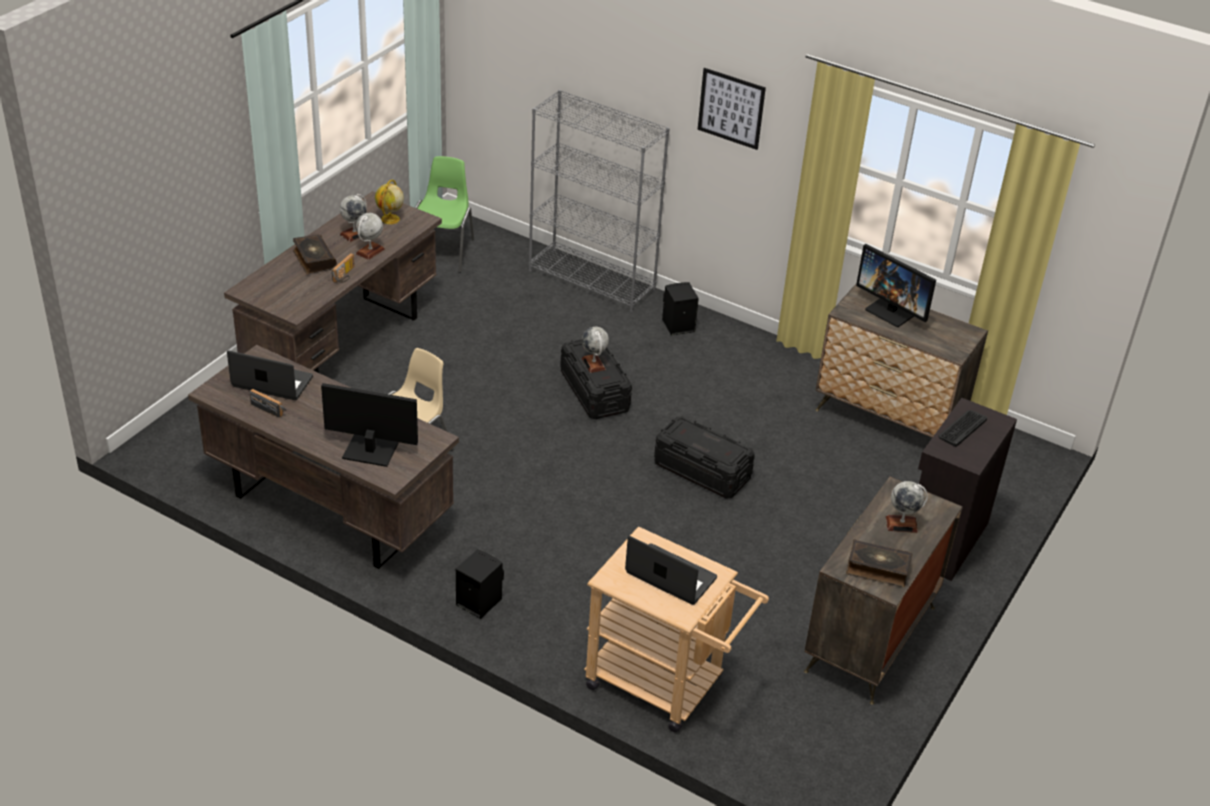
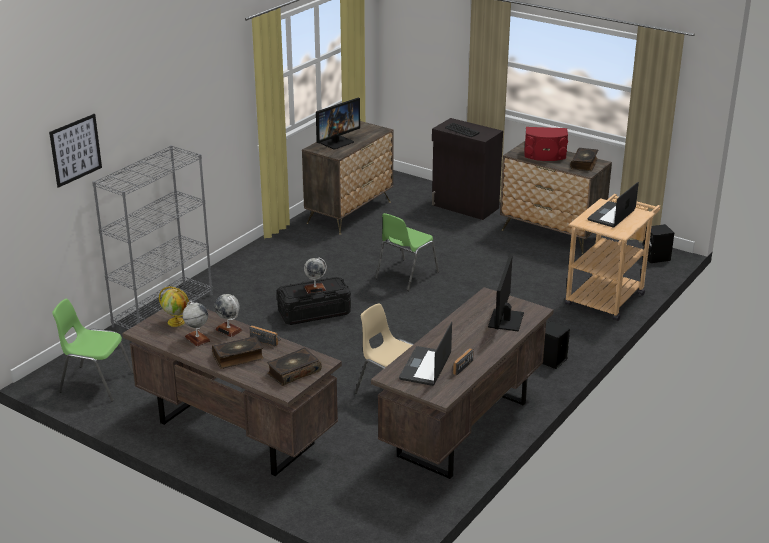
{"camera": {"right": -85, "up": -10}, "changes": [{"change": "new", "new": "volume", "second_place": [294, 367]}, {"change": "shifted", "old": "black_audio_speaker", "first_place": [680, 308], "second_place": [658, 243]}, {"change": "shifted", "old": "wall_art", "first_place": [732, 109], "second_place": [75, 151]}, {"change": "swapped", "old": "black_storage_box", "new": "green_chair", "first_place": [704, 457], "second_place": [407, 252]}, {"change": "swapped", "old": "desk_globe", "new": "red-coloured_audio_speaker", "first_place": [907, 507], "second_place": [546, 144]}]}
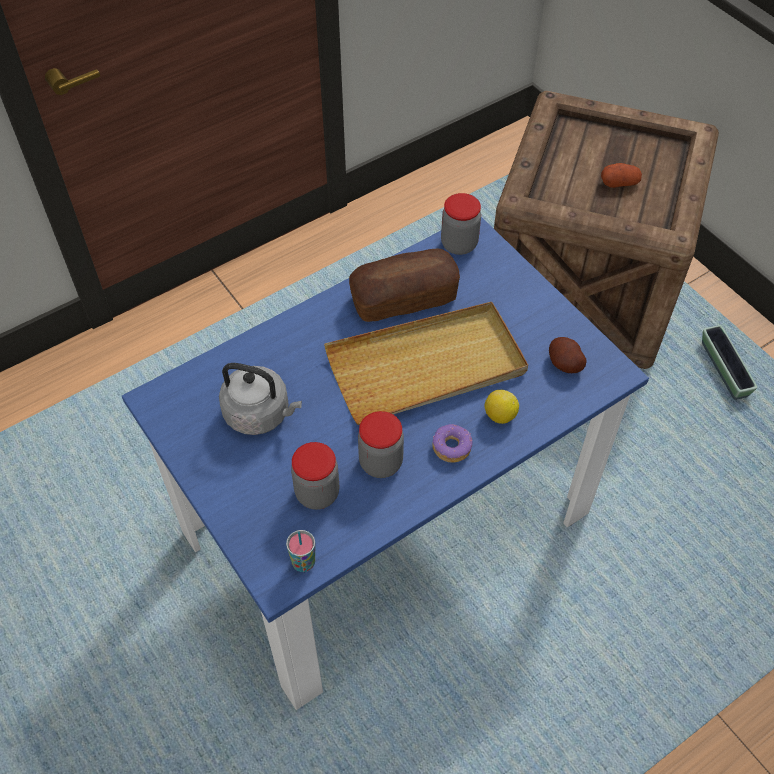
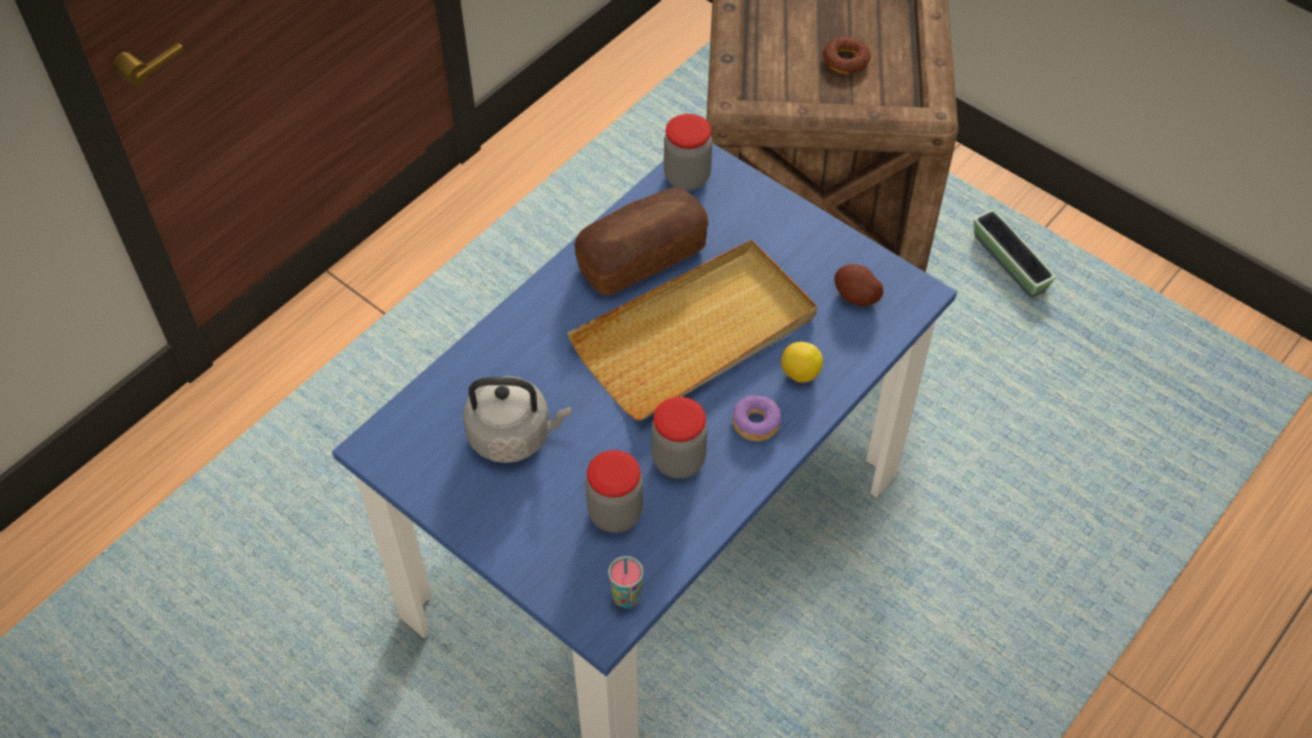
{"camera": {"right": -15, "up": 0}, "changes": [{"change": "swapped", "old": "spud", "new": "doughnut", "first_place": [621, 175], "second_place": [847, 55]}]}
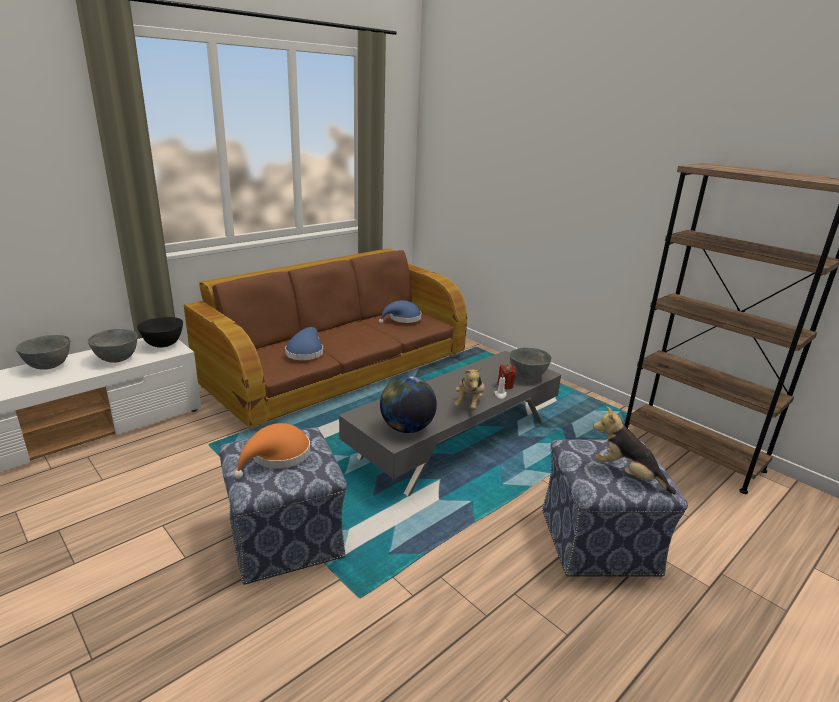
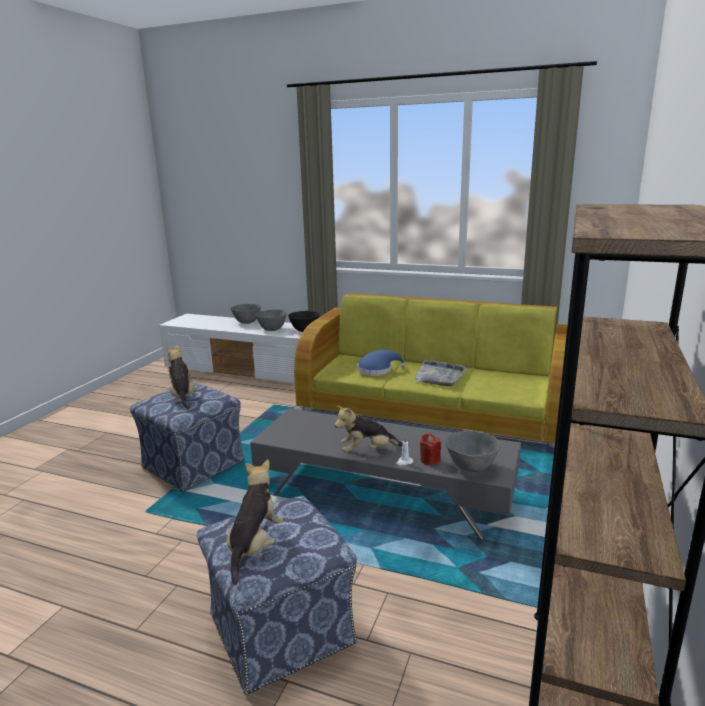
{"camera": {"right": 65, "up": -5}, "changes": [{"change": "gone", "old": "blue_wearable_hat", "first_place": [400, 312]}, {"change": "gone", "old": "desk_globe", "first_place": [408, 404]}, {"change": "new", "new": "grey_carrying_tray", "second_place": [440, 373]}, {"change": "swapped", "old": "orange-coloured_wearable_hat", "new": "soft_toy", "first_place": [272, 451], "second_place": [182, 377]}, {"change": "repainted", "old": "brownish_settee", "new": "green_settee", "first_place": [325, 339], "second_place": [430, 370]}]}
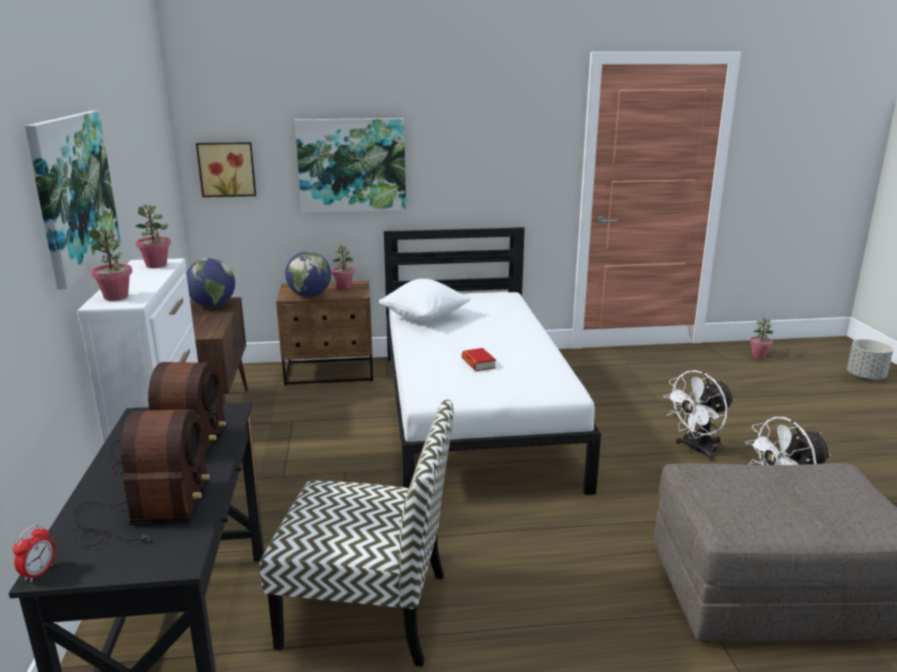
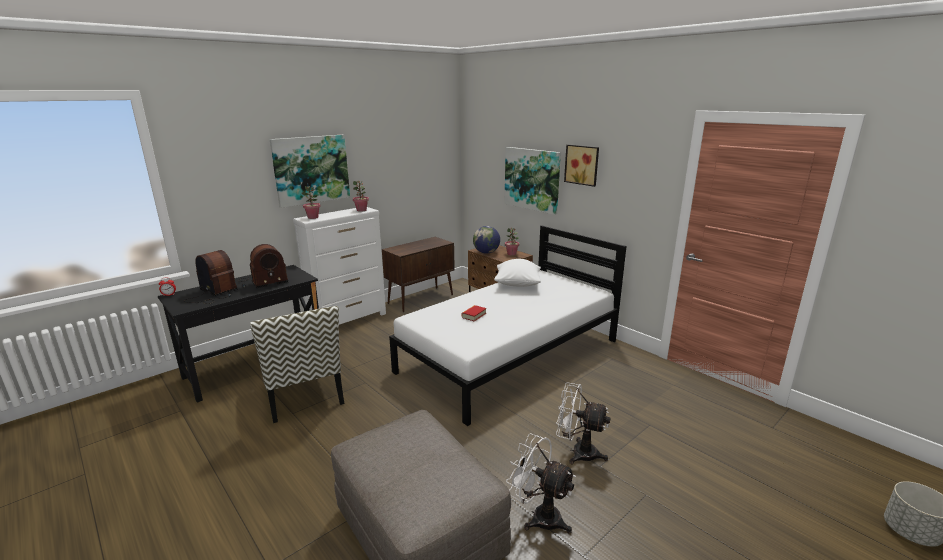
{"camera": {"right": 55, "up": 0}, "changes": [{"change": "gone", "old": "desk_globe", "first_place": [210, 282]}, {"change": "gone", "old": "plant_in_a_pot", "first_place": [762, 338]}, {"change": "shifted", "old": "wall_art", "first_place": [226, 169], "second_place": [581, 166]}, {"change": "rotated", "old": "radio_receiver", "first_place": [141, 477], "second_place": [211, 277], "degrees": -105}]}
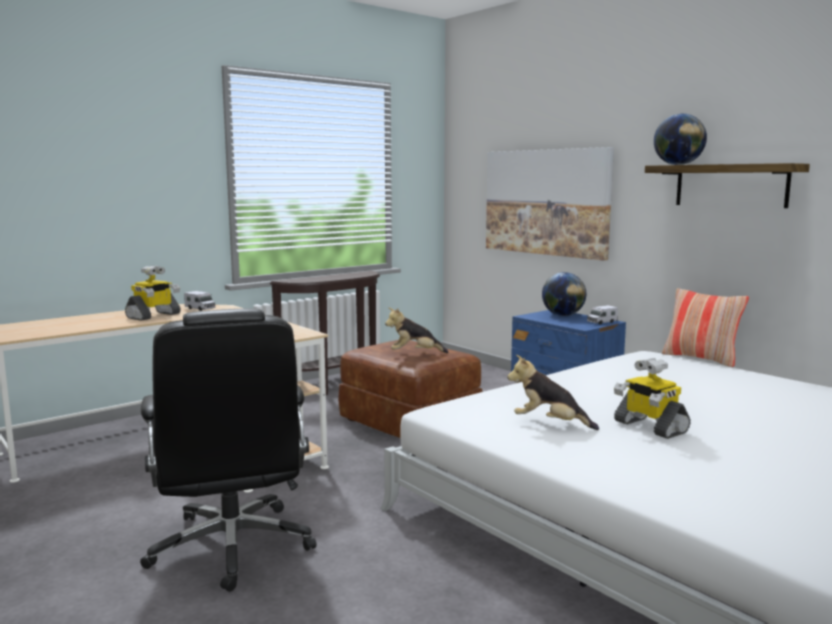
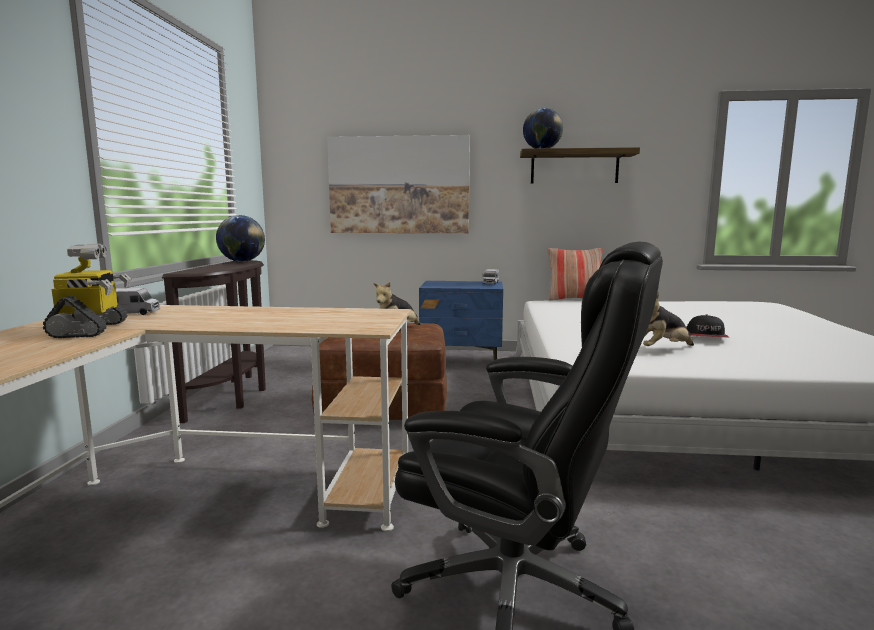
{"camera": {"right": -45, "up": 0}, "changes": [{"change": "shifted", "old": "desk_globe", "first_place": [564, 294], "second_place": [240, 238]}, {"change": "swapped", "old": "toy_robot", "new": "cap", "first_place": [652, 398], "second_place": [707, 326]}]}
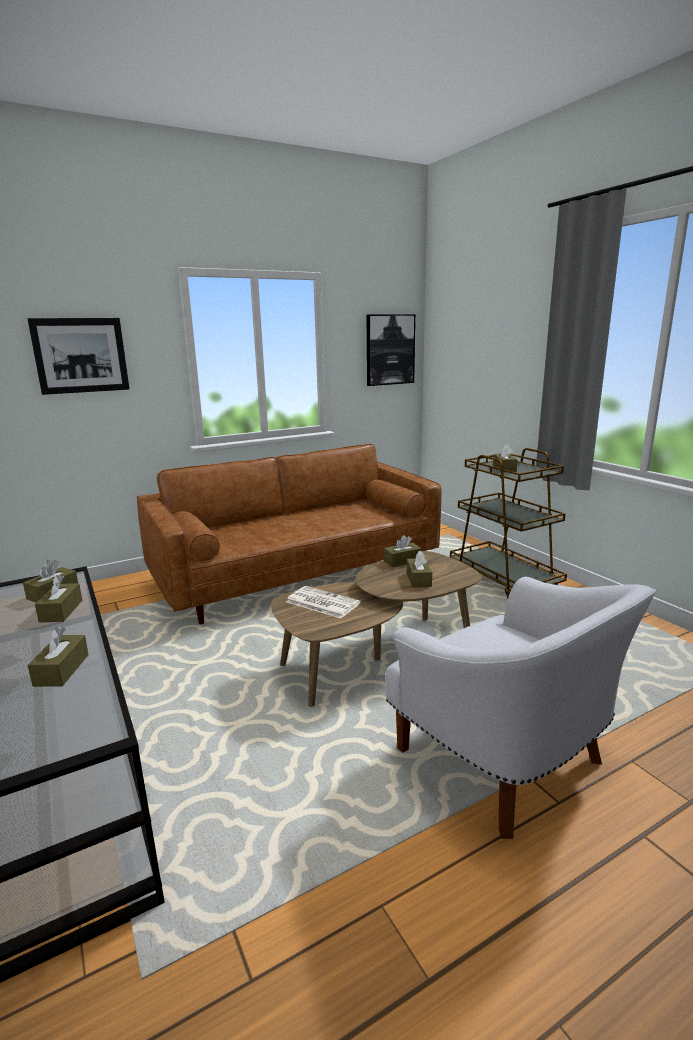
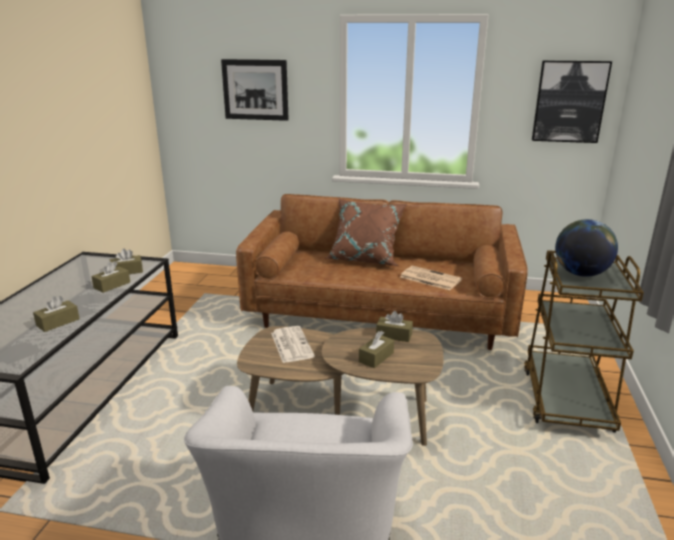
{"camera": {"right": 40, "up": 5}, "changes": [{"change": "new", "new": "brownish_cushion", "second_place": [366, 232]}, {"change": "new", "new": "printed_paper", "second_place": [431, 278]}, {"change": "swapped", "old": "brownish_tissue_box", "new": "desk_globe", "first_place": [505, 458], "second_place": [586, 248]}]}
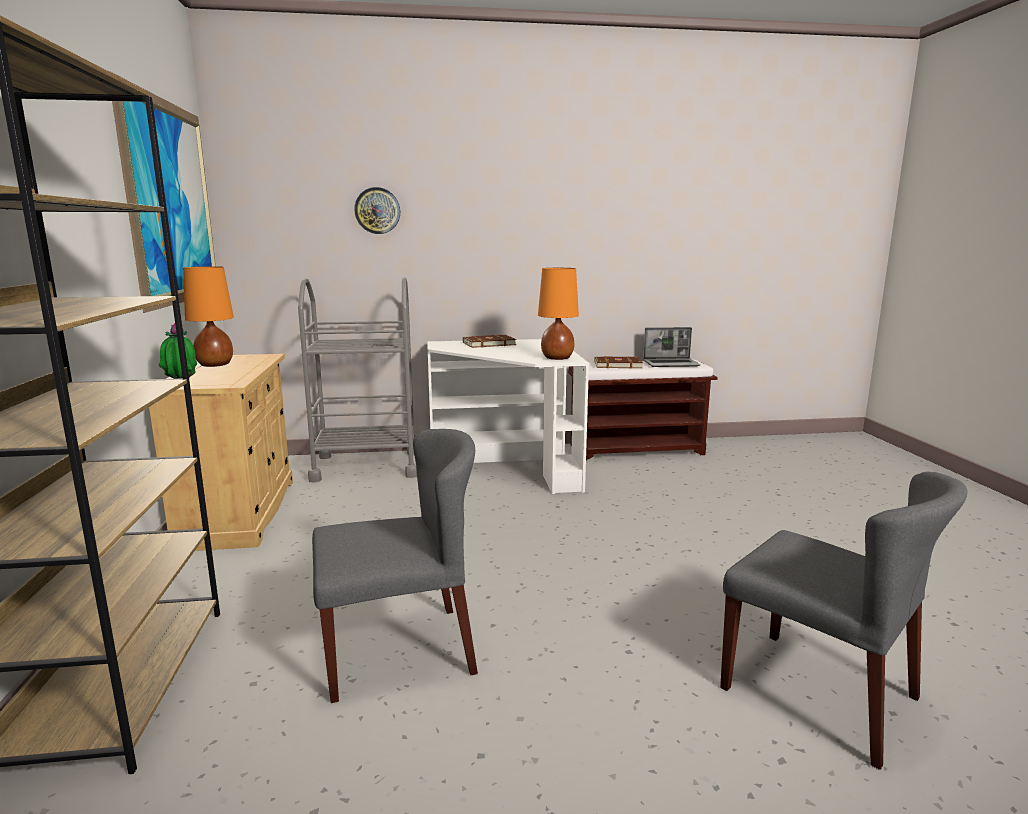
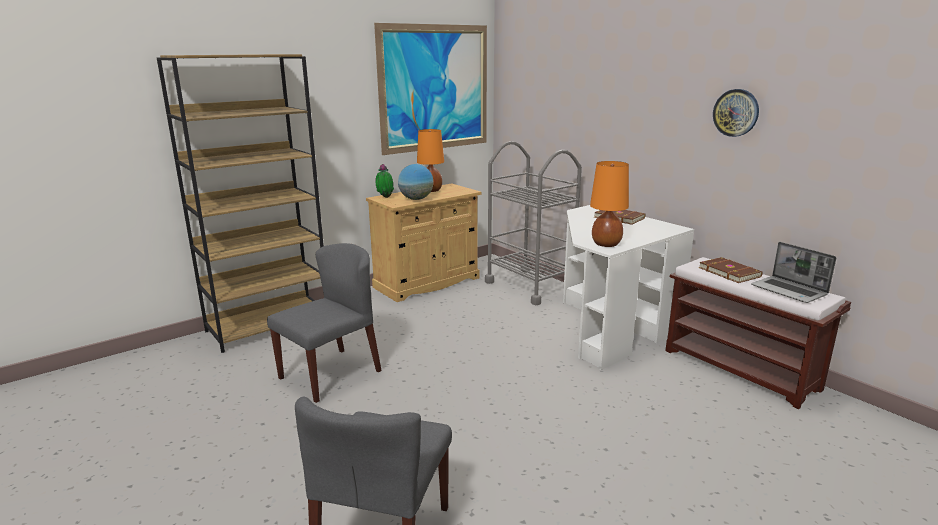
{"camera": {"right": 60, "up": 5}, "changes": [{"change": "new", "new": "desk_globe", "second_place": [415, 182]}, {"change": "shifted", "old": "hanging_clock", "first_place": [377, 210], "second_place": [736, 113]}, {"change": "rotated", "old": "grey_chair", "first_place": [395, 566], "second_place": [324, 323], "degrees": -90}]}
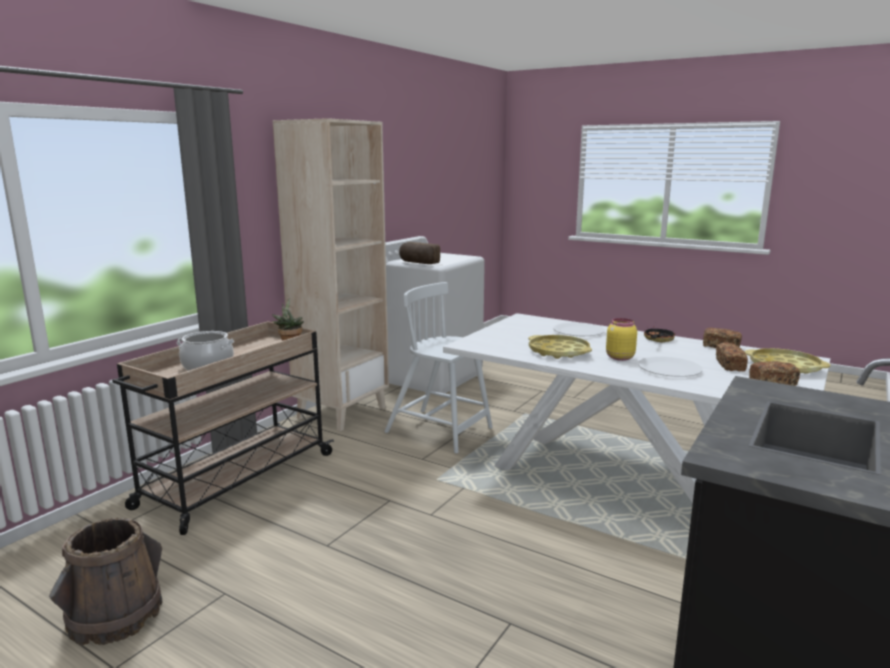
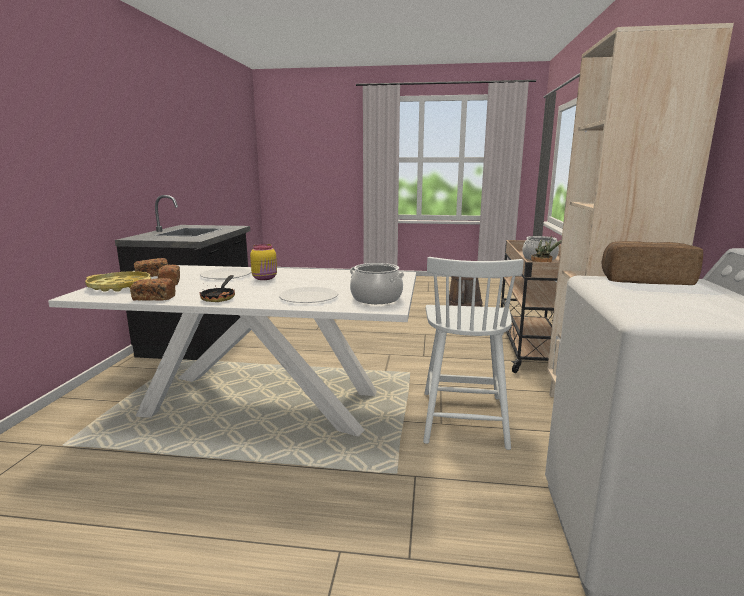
{"camera": {"right": 155, "up": 0}, "changes": [{"change": "gone", "old": "yellow-coloured_carrying_tray", "first_place": [560, 347]}, {"change": "new", "new": "saucepot", "second_place": [377, 283]}, {"change": "rotated", "old": "white_chair", "first_place": [438, 368], "second_place": [473, 353], "degrees": 90}]}
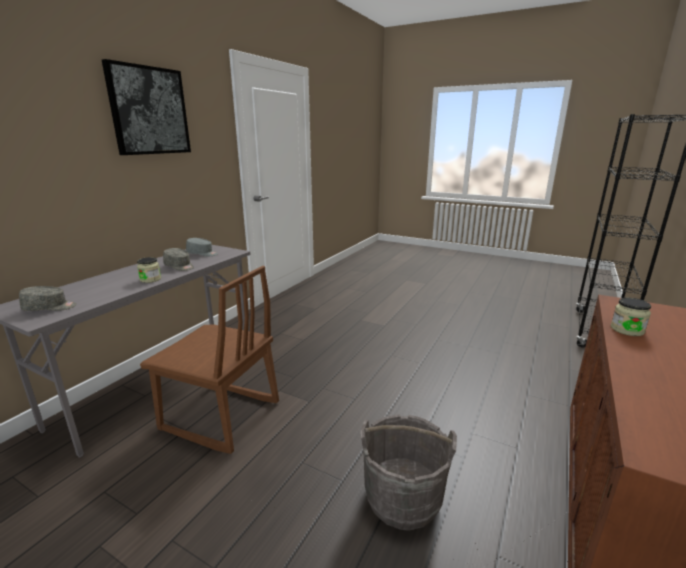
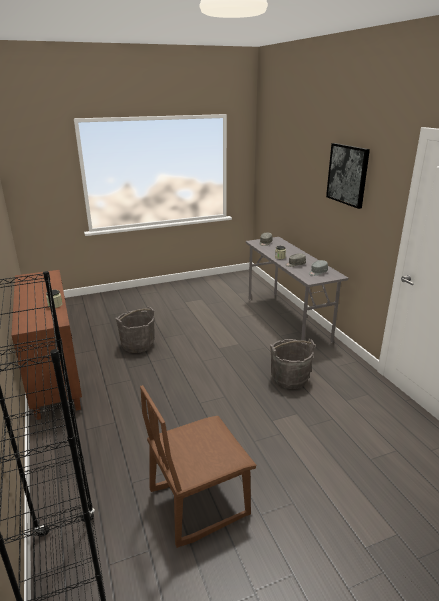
{"camera": {"right": 130, "up": 5}, "changes": [{"change": "new", "new": "grey_pail", "second_place": [292, 364]}, {"change": "shifted", "old": "brownish_chair", "first_place": [209, 360], "second_place": [198, 466]}]}
